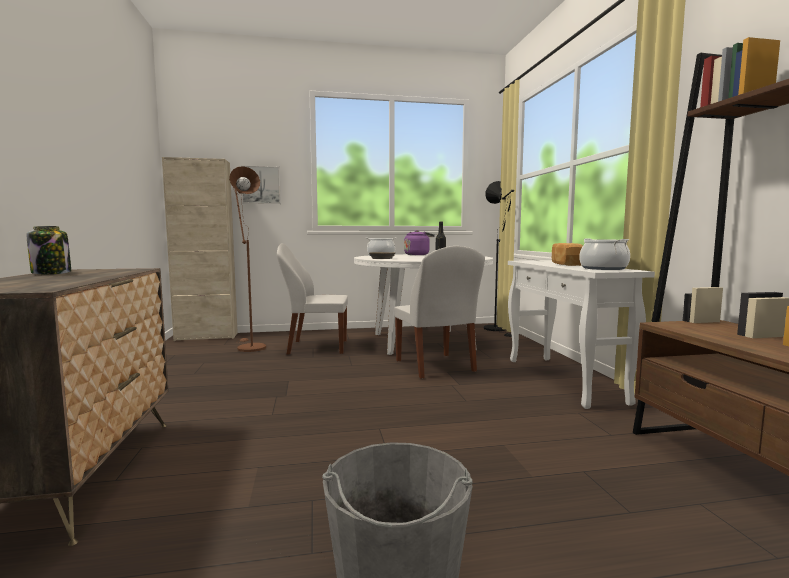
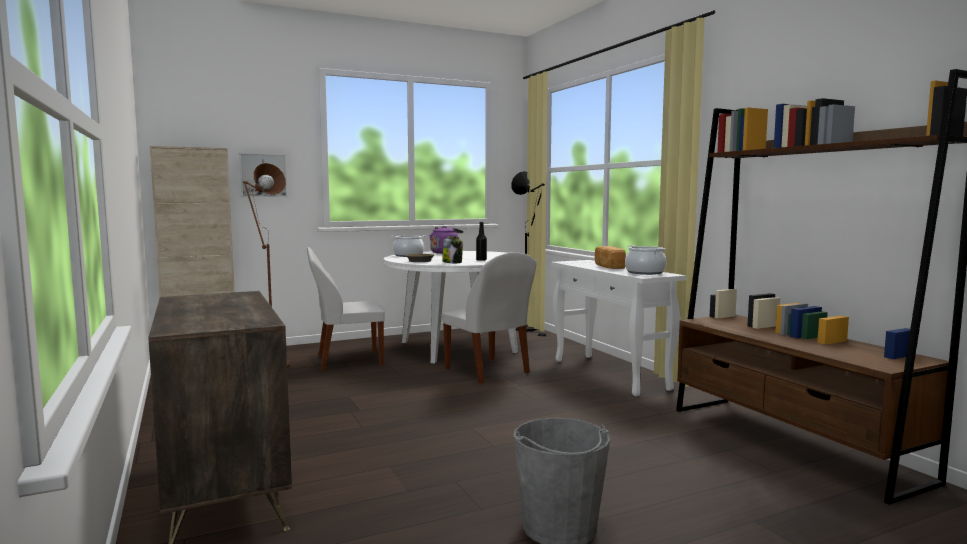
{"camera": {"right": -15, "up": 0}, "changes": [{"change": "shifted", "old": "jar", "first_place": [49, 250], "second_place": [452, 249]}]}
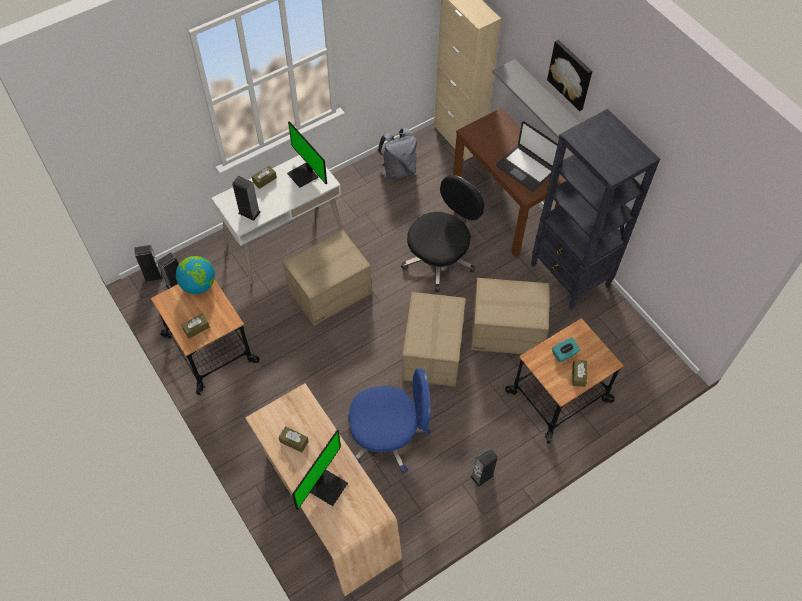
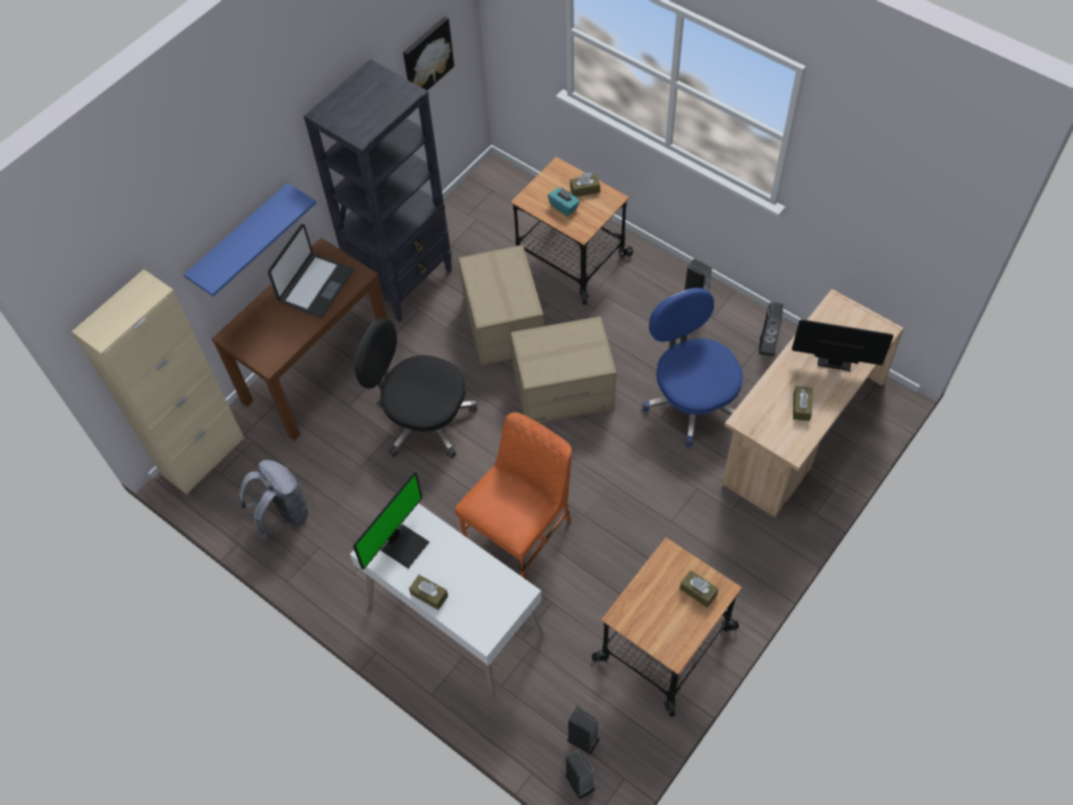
{"camera": {"right": -105, "up": 0}, "changes": [{"change": "gone", "old": "desk_globe", "first_place": [195, 275]}, {"change": "shifted", "old": "audio_speaker", "first_place": [246, 198], "second_place": [771, 329]}, {"change": "shifted", "old": "wall_art", "first_place": [569, 75], "second_place": [428, 53]}, {"change": "swapped", "old": "cardboard_box", "new": "orange-coloured_chair", "first_place": [327, 278], "second_place": [513, 495]}, {"change": "repainted", "old": "grey_bracket_shelf", "new": "blue_bracket_shelf", "first_place": [536, 98], "second_place": [250, 239]}]}
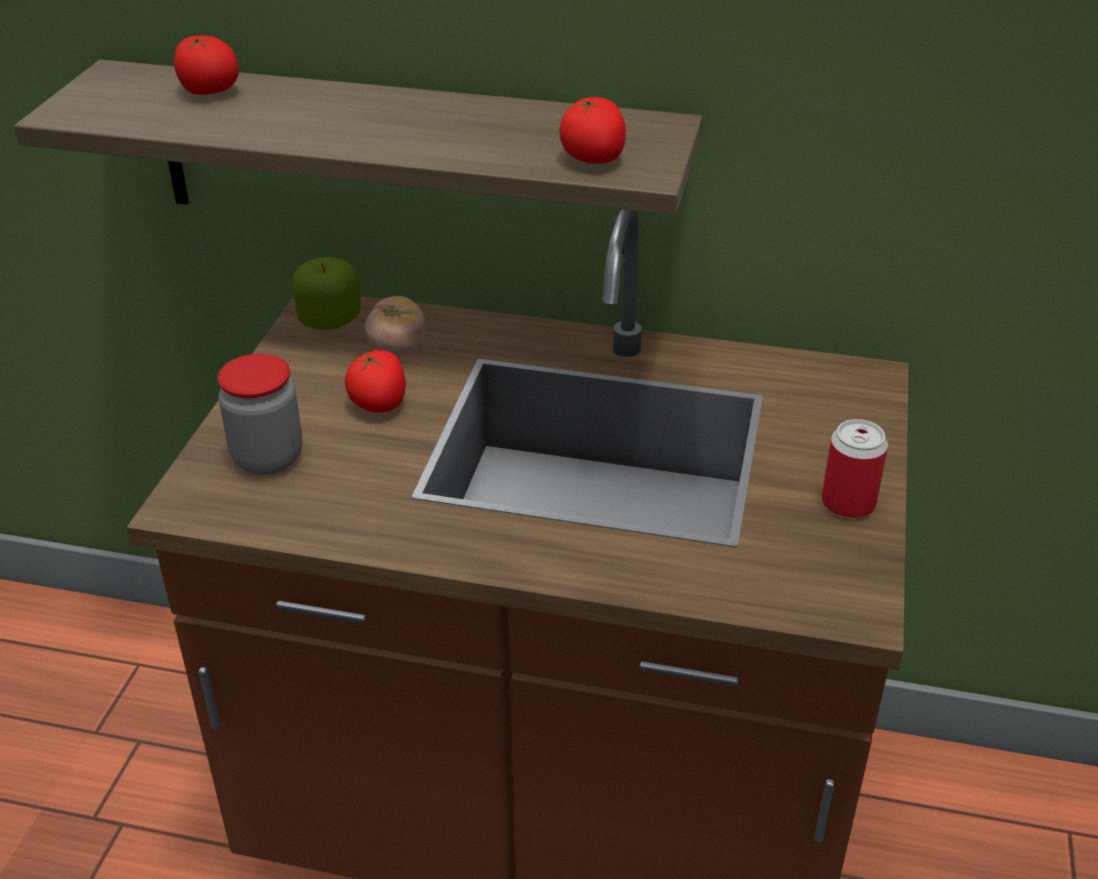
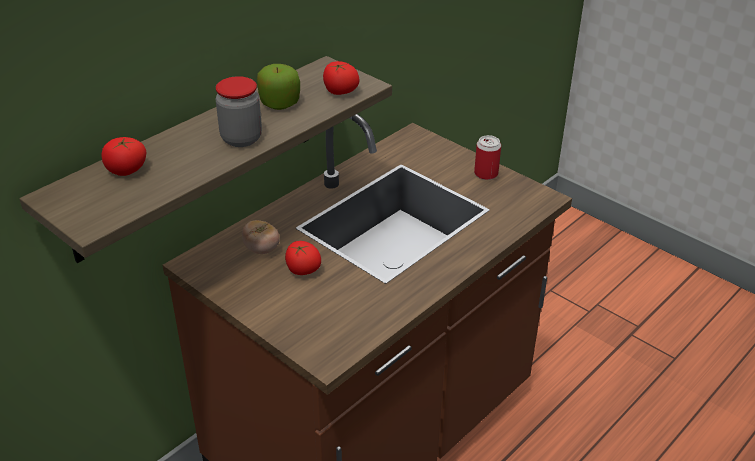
{"camera": {"right": -60, "up": 0}, "changes": [{"change": "shifted", "old": "jar", "first_place": [260, 414], "second_place": [238, 111]}, {"change": "shifted", "old": "apple_fruit", "first_place": [326, 293], "second_place": [278, 87]}]}
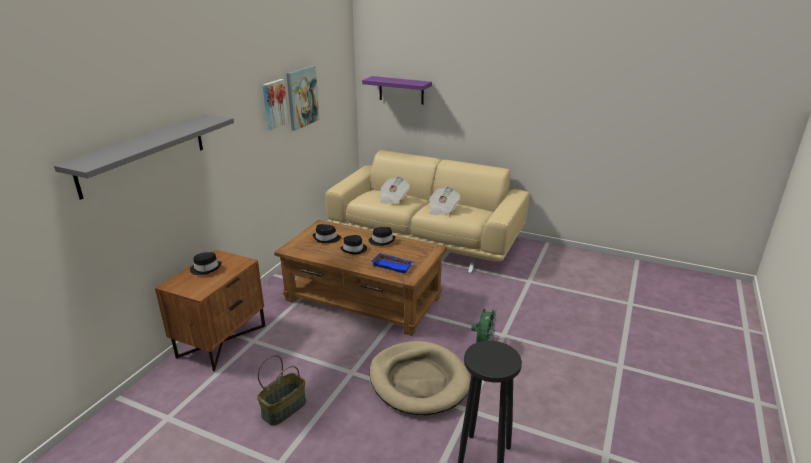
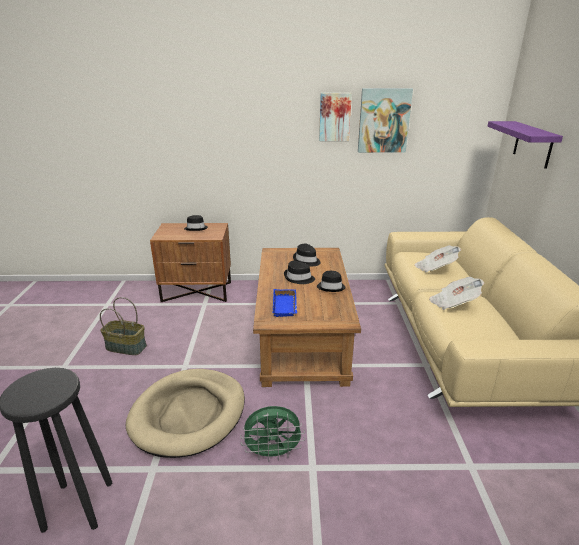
{"camera": {"right": 65, "up": 0}, "changes": [{"change": "gone", "old": "grey_bracket_shelf", "first_place": [144, 157]}]}
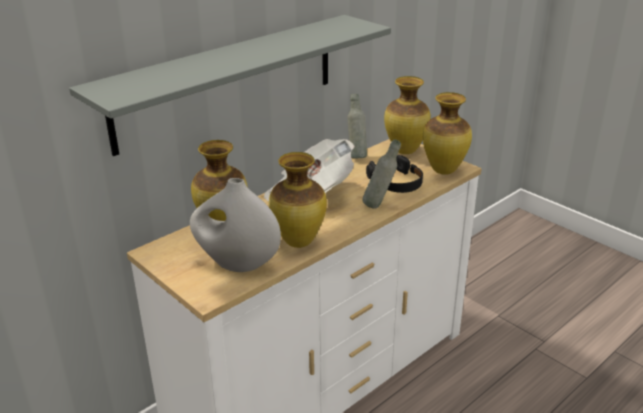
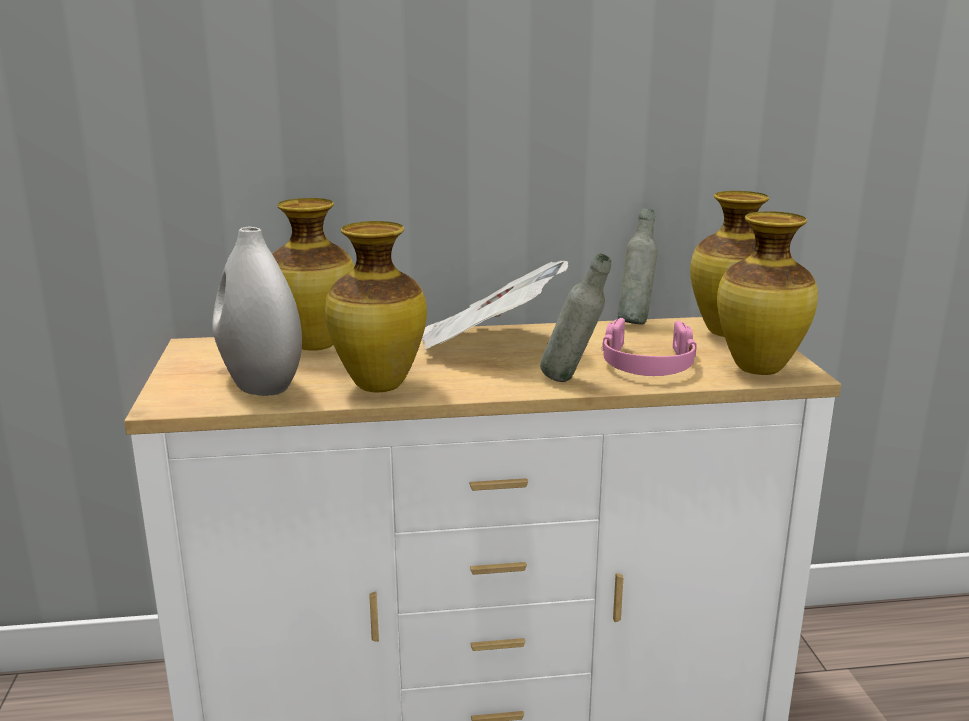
{"camera": {"right": 35, "up": -10}, "changes": [{"change": "gone", "old": "grey_bracket_shelf", "first_place": [230, 85]}, {"change": "repainted", "old": "black_pair_of_headphones", "new": "pink-coloured_pair_of_headphones", "first_place": [394, 174], "second_place": [649, 347]}]}
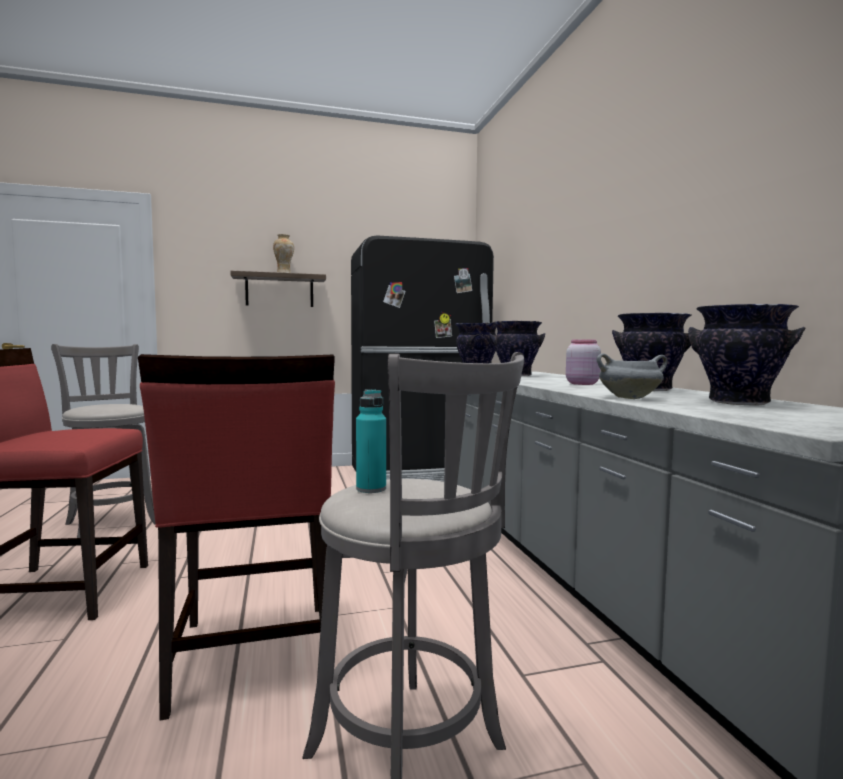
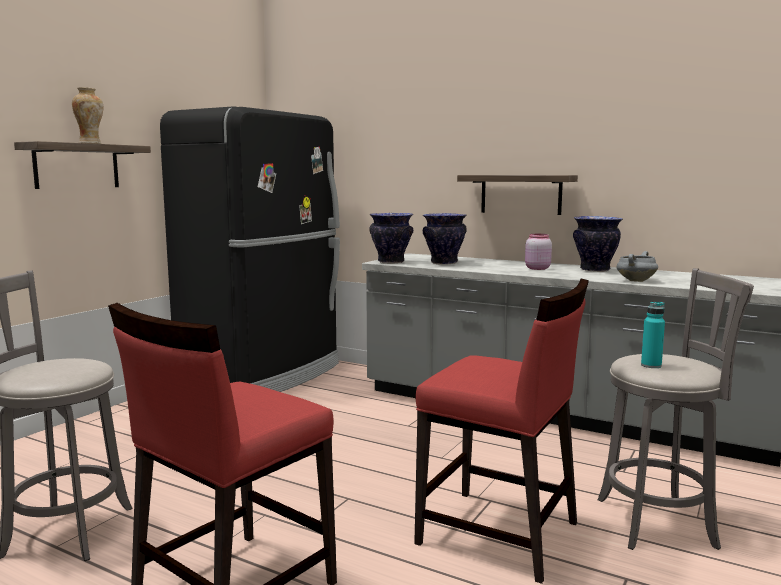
{"camera": {"right": -45, "up": 5}, "changes": [{"change": "gone", "old": "decorative_vase", "first_place": [747, 355]}, {"change": "new", "new": "bracket_shelf", "second_place": [517, 195]}]}
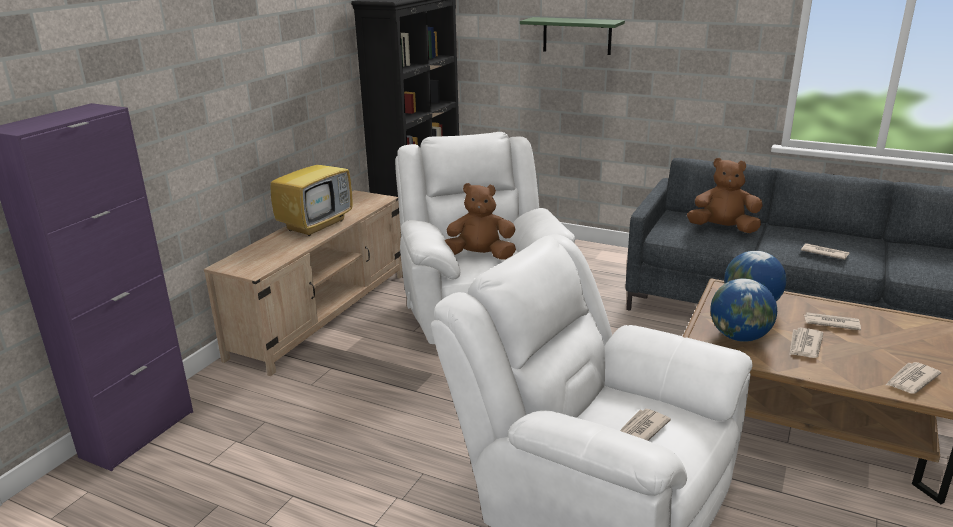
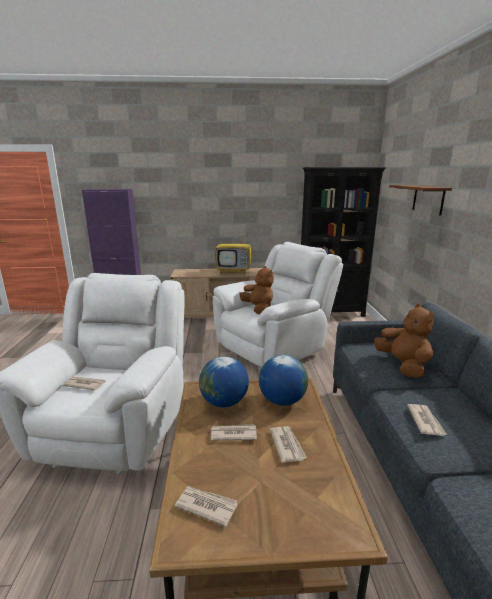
{"camera": {"right": 60, "up": -5}, "changes": [{"change": "repainted", "old": "green_bracket_shelf", "new": "brownish_bracket_shelf", "first_place": [572, 36], "second_place": [420, 200]}]}
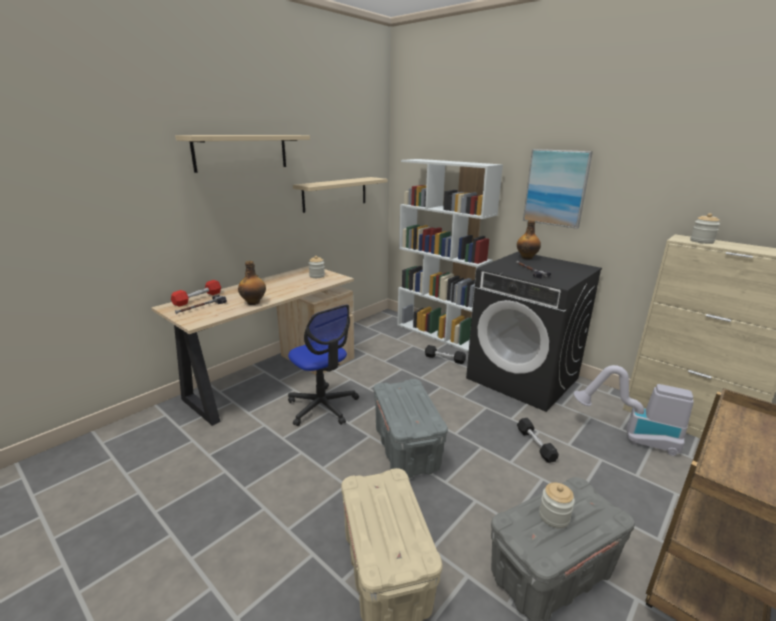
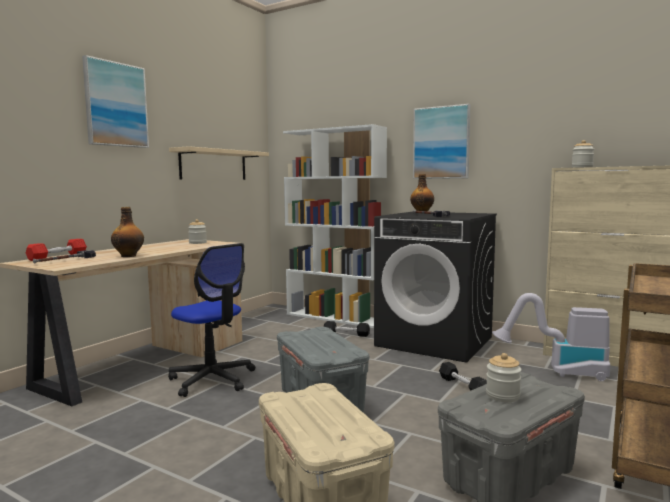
{"camera": {"right": -10, "up": -15}, "changes": [{"change": "swapped", "old": "beige_bracket_shelf", "new": "wall_art", "first_place": [242, 154], "second_place": [115, 101]}]}
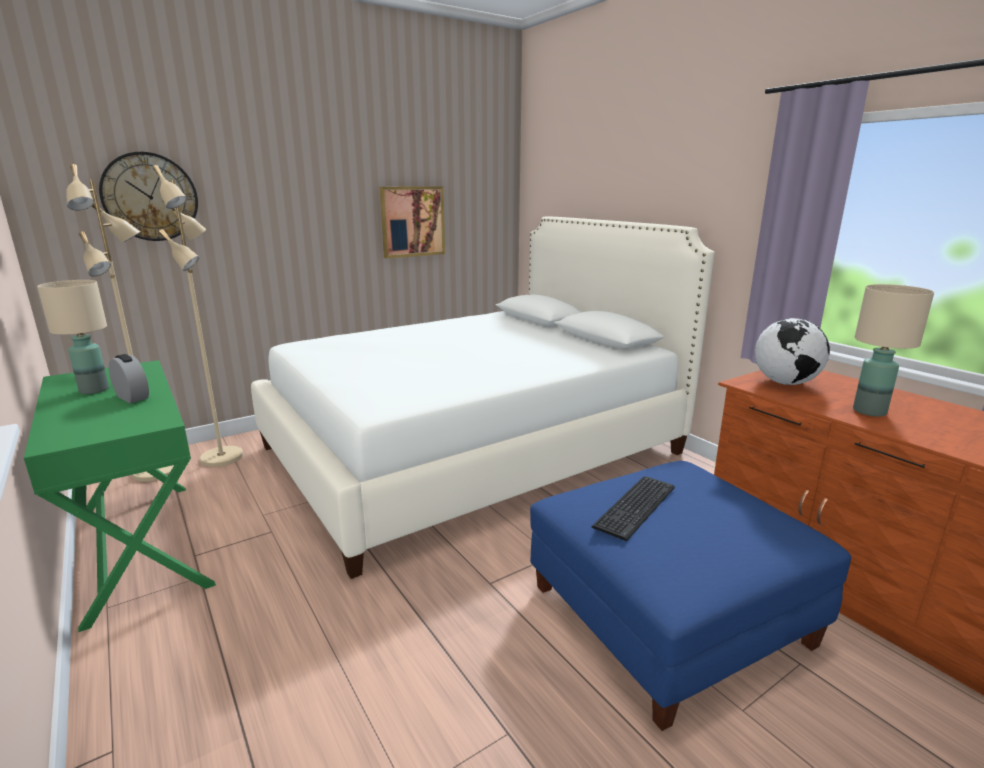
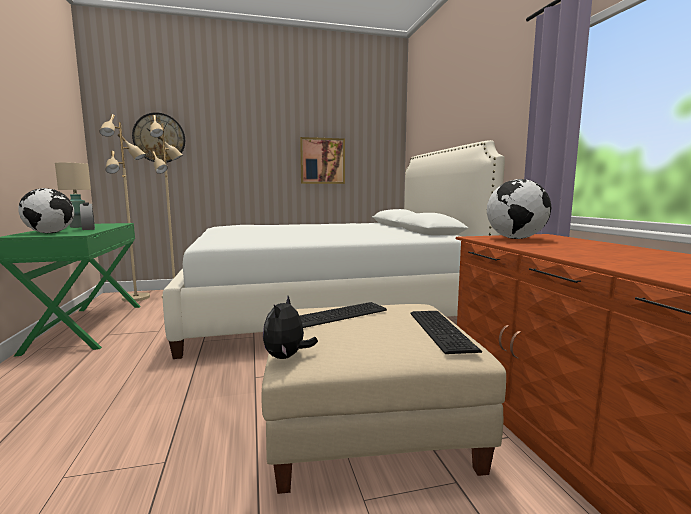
{"camera": {"right": 20, "up": -10}, "changes": [{"change": "gone", "old": "beige_tabletop_lamp", "first_place": [893, 350]}, {"change": "new", "new": "desk_globe", "second_place": [46, 210]}, {"change": "new", "new": "soft_toy", "second_place": [290, 327]}, {"change": "new", "new": "PC_keyboard", "second_place": [446, 332]}, {"change": "repainted", "old": "blue_pouffe", "new": "beige_pouffe", "first_place": [690, 596], "second_place": [384, 399]}]}
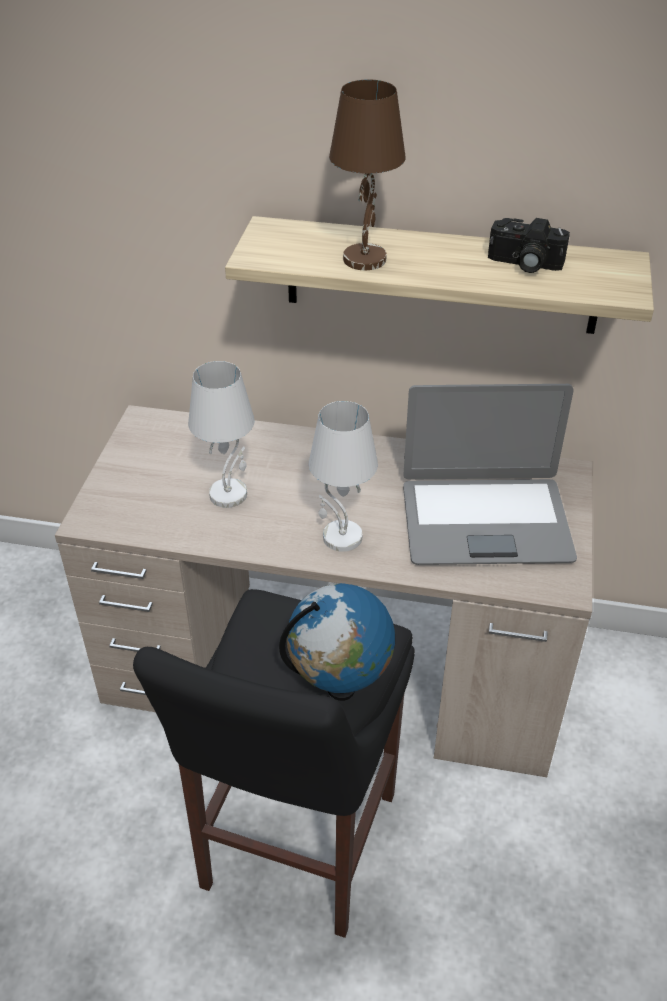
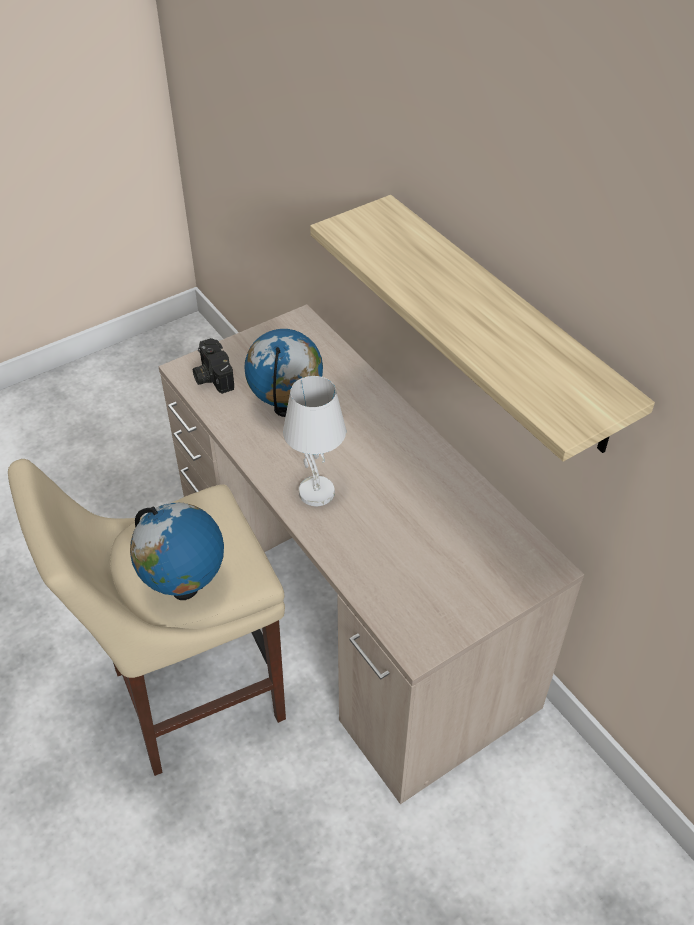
{"camera": {"right": 45, "up": 5}, "changes": [{"change": "gone", "old": "brownish_tabletop_lamp", "first_place": [367, 174]}, {"change": "gone", "old": "notebook_computer", "first_place": [490, 474]}, {"change": "shifted", "old": "still_camera", "first_place": [529, 245], "second_place": [213, 366]}, {"change": "swapped", "old": "white_tabletop_lamp", "new": "desk_globe", "first_place": [221, 434], "second_place": [283, 373]}, {"change": "repainted", "old": "black_sitting_stool", "new": "beige_sitting_stool", "first_place": [274, 763], "second_place": [147, 617]}]}
